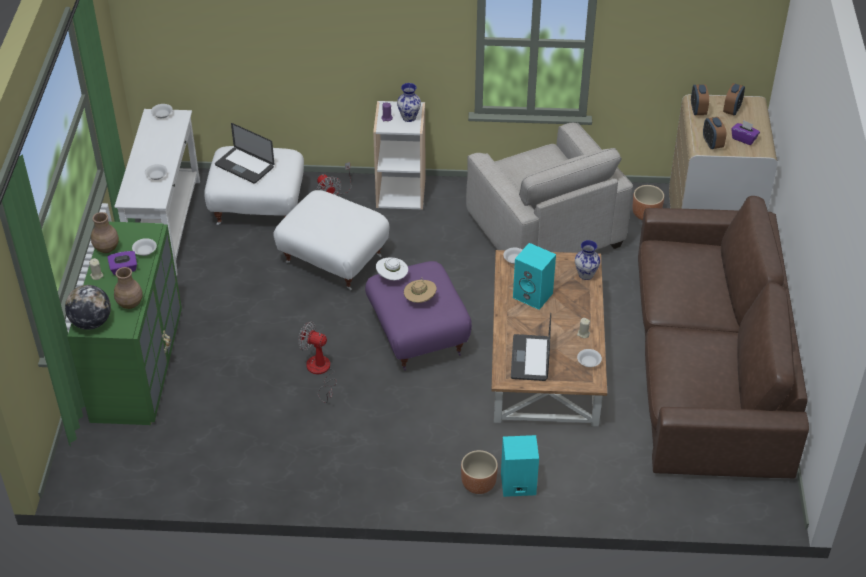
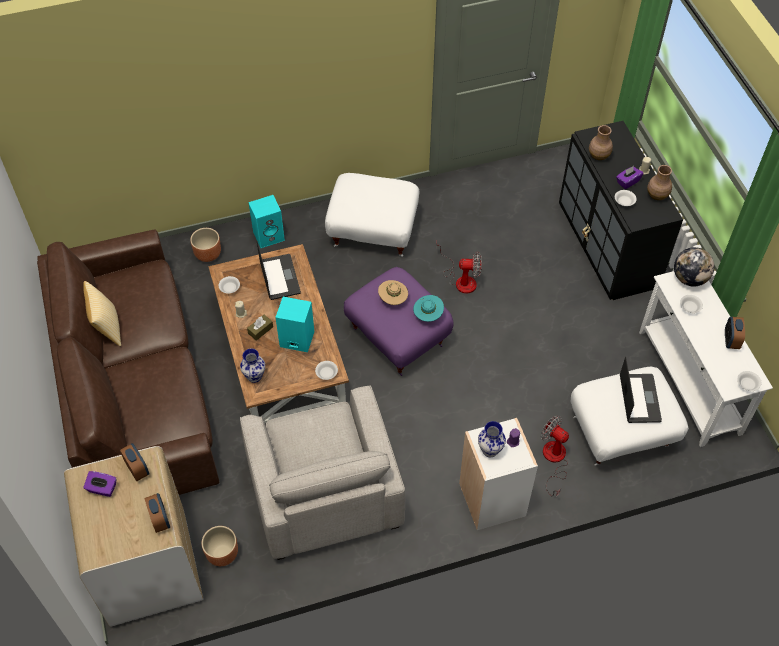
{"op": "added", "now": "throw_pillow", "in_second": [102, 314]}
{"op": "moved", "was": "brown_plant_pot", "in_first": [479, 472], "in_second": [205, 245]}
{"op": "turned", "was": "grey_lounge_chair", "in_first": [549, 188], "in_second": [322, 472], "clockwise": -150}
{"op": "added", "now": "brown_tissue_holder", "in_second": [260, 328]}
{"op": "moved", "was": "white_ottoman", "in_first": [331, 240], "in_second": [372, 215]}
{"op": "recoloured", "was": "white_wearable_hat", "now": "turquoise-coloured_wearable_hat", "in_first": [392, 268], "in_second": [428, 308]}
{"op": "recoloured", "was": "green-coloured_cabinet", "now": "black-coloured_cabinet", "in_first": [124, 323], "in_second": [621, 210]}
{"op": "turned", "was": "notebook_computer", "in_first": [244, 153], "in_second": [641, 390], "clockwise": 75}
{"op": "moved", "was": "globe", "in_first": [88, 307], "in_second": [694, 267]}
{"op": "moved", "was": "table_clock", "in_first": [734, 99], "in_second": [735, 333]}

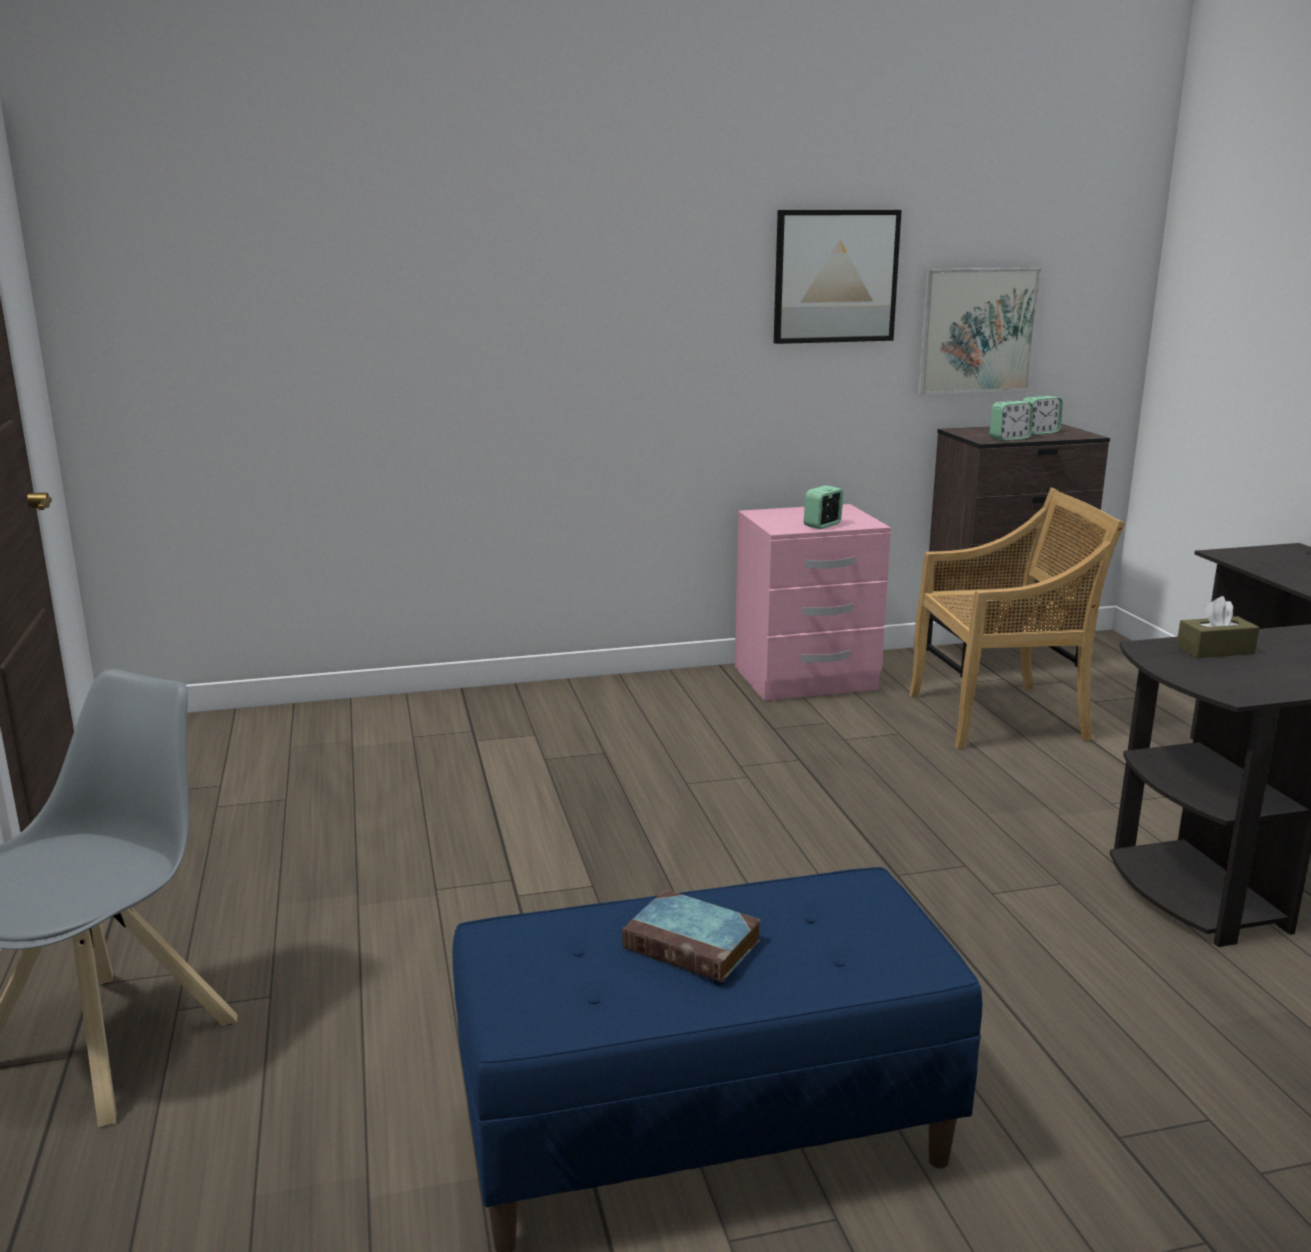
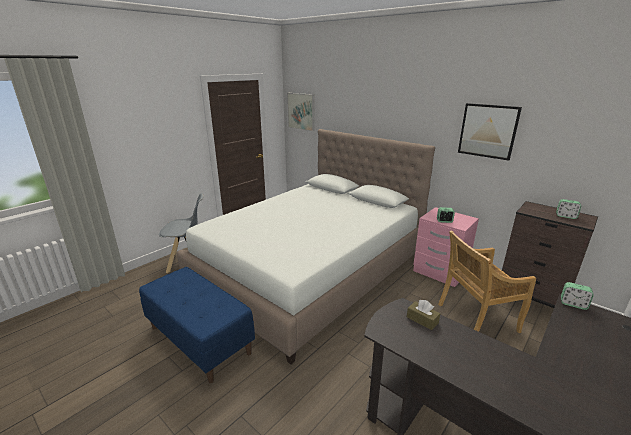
{"op": "added", "now": "white_sleeping_bed", "in_second": [306, 246]}
{"op": "moved", "was": "wall_picture", "in_first": [979, 331], "in_second": [300, 112]}
{"op": "turned", "was": "beige-coloured_plain_chair", "in_first": [1017, 618], "in_second": [487, 281], "clockwise": 120}
{"op": "moved", "was": "table_clock", "in_first": [1012, 421], "in_second": [577, 296]}
{"op": "removed", "was": "book", "in_first": [691, 935]}

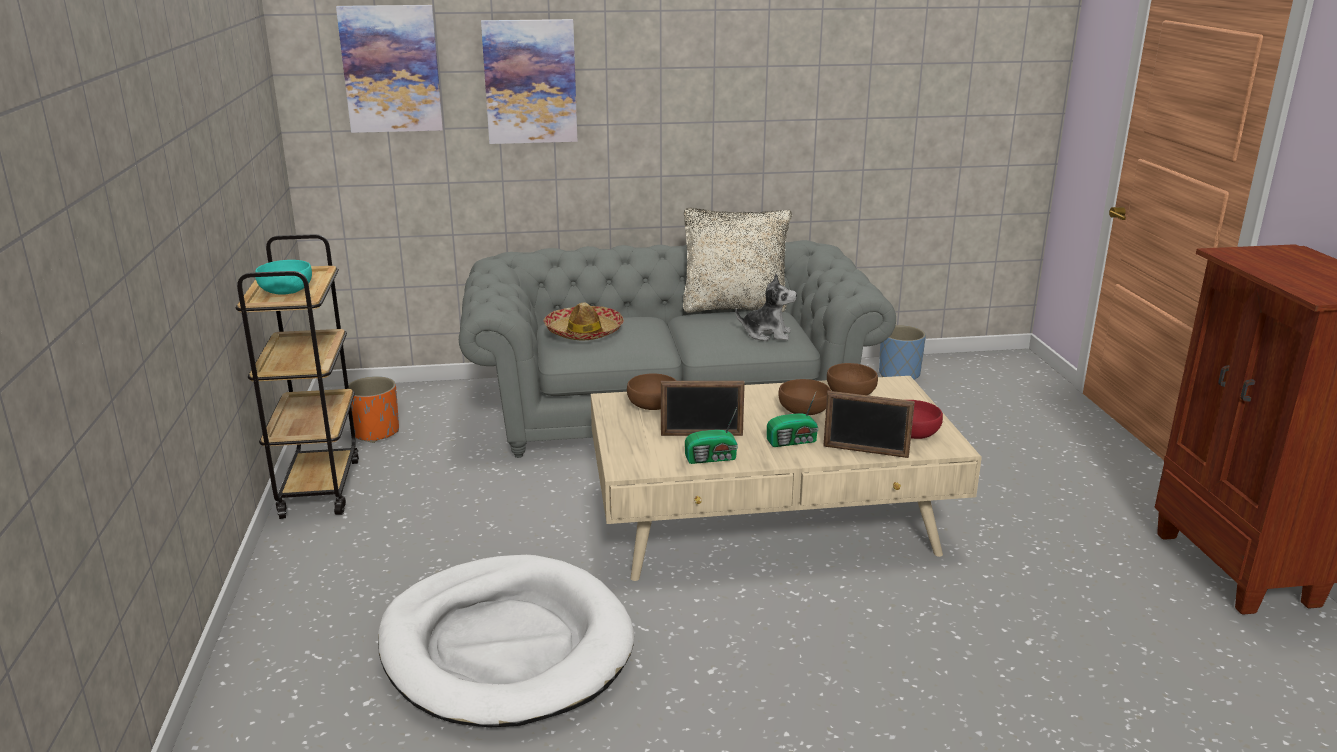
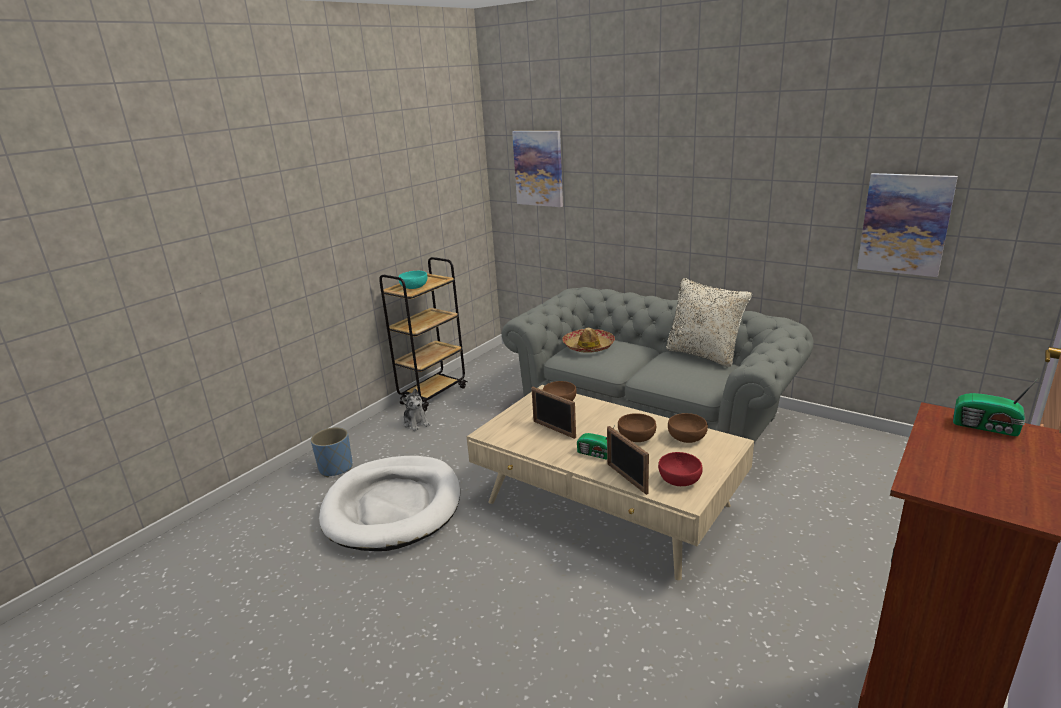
{"op": "moved", "was": "blue_plant_pot", "in_first": [902, 352], "in_second": [332, 452]}
{"op": "moved", "was": "plush_toy", "in_first": [766, 307], "in_second": [416, 410]}
{"op": "moved", "was": "wall_picture", "in_first": [529, 81], "in_second": [907, 225]}
{"op": "moved", "was": "radio", "in_first": [711, 436], "in_second": [995, 407]}
{"op": "removed", "was": "orangey_plant_pot", "in_first": [373, 409]}

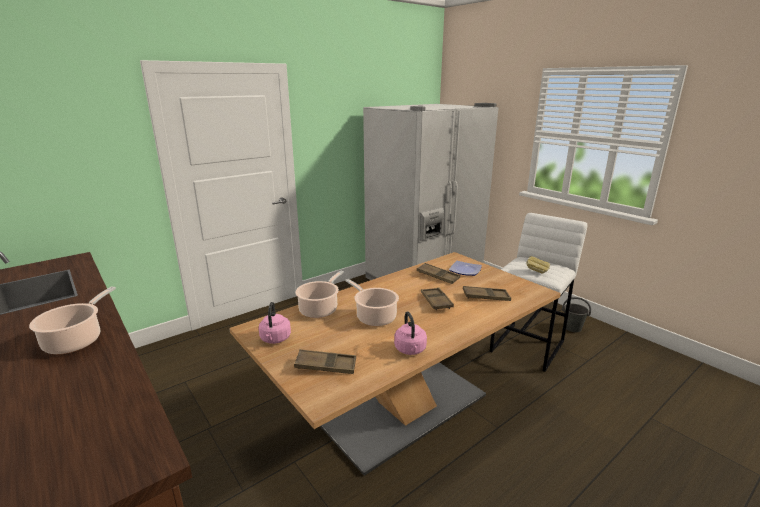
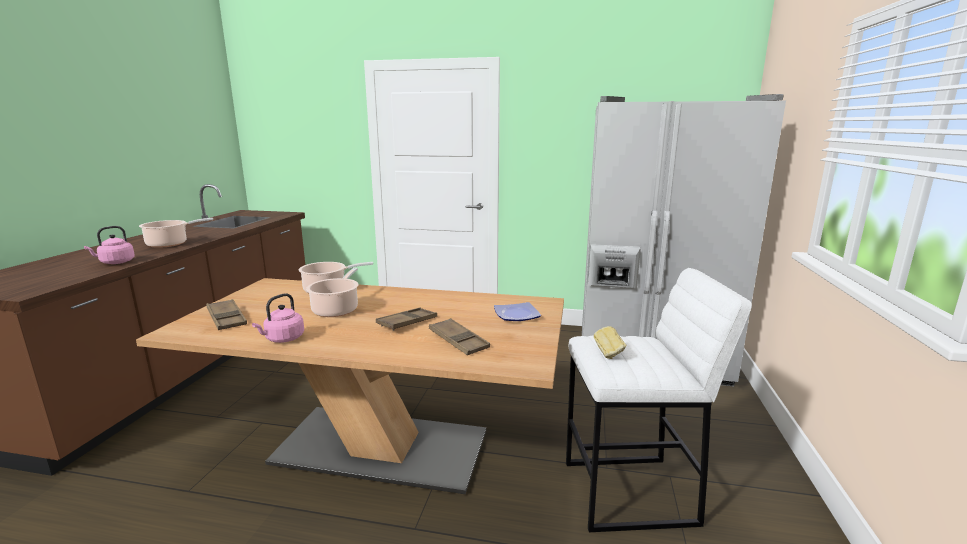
{"op": "moved", "was": "pink_water_kettle", "in_first": [275, 323], "in_second": [109, 245]}
{"op": "removed", "was": "brown_tray", "in_first": [438, 273]}
{"op": "removed", "was": "grey_water_bucket", "in_first": [576, 314]}

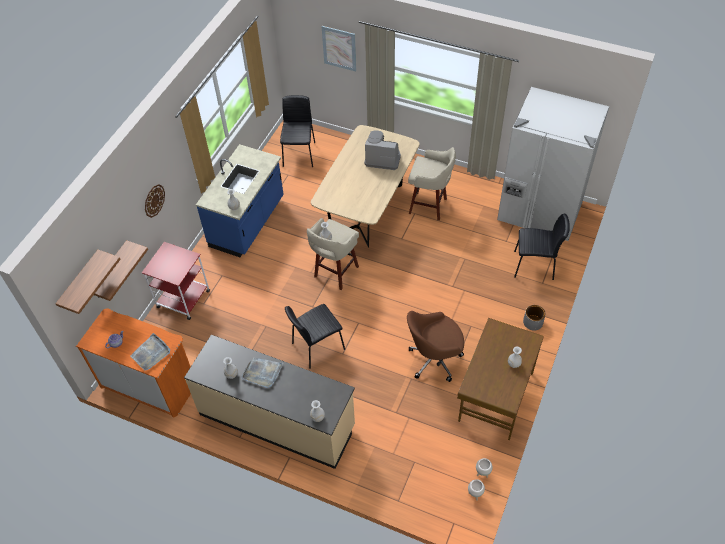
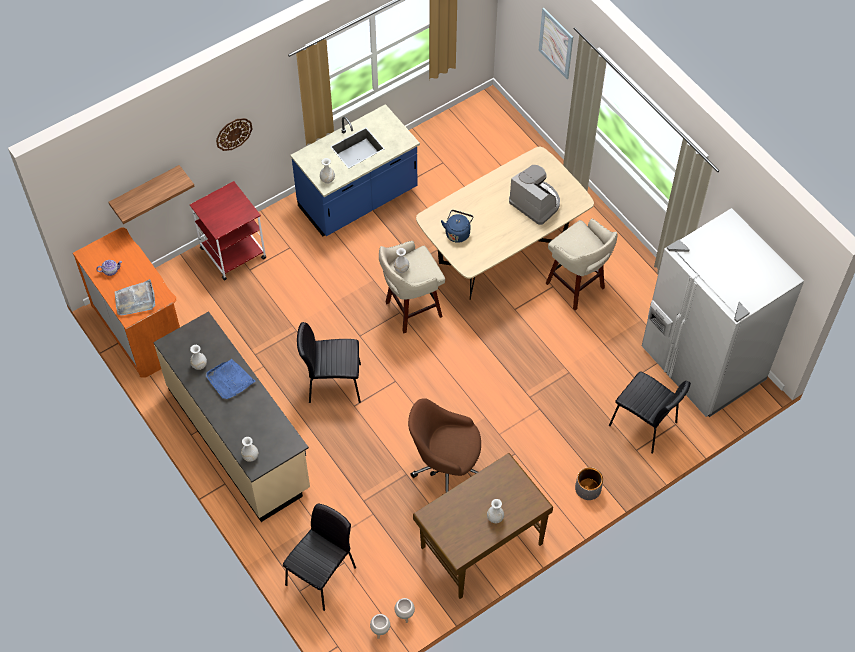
{"op": "recoloured", "was": "grey_tray", "now": "blue_tray", "in_first": [262, 372], "in_second": [231, 379]}
{"op": "moved", "was": "black-coloured_plain_chair", "in_first": [297, 131], "in_second": [319, 557]}
{"op": "added", "now": "blue_water_kettle", "in_second": [457, 226]}
{"op": "removed", "was": "shelf", "in_first": [88, 282]}

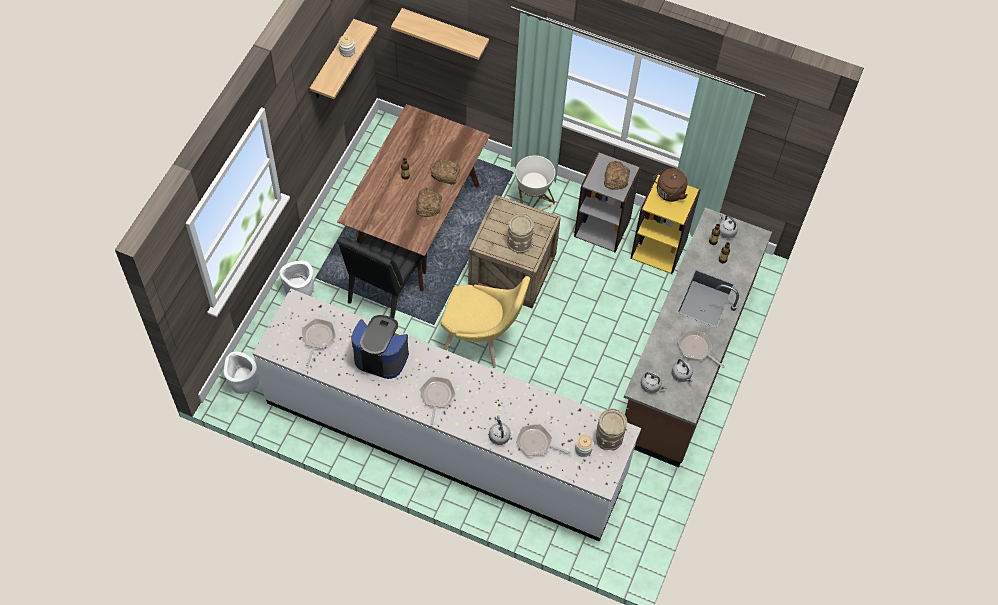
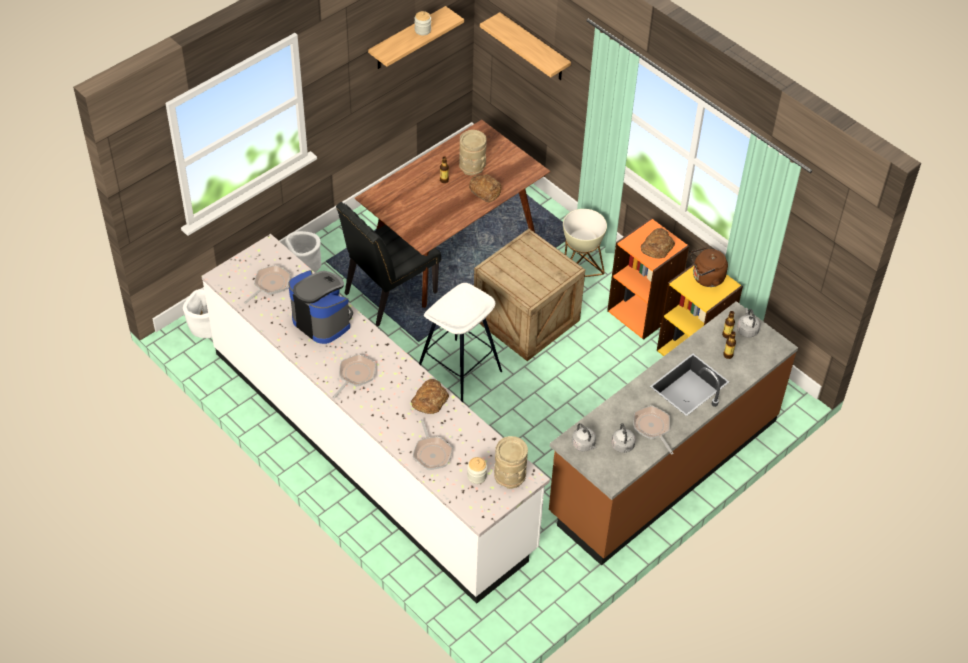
{"op": "moved", "was": "baked_bread", "in_first": [429, 202], "in_second": [430, 396]}
{"op": "turned", "was": "frying_pan", "in_first": [543, 440], "in_second": [433, 444], "clockwise": -150}
{"op": "replaced", "was": "yellowish_plain_chair", "now": "white_sitting_stool", "in_first": [485, 322], "in_second": [460, 342]}
{"op": "moved", "was": "beige-coloured_decorative_vase", "in_first": [520, 233], "in_second": [473, 153]}
{"op": "recoloured", "was": "grey_shelving_unit", "now": "orangey_shelving_unit", "in_first": [607, 202], "in_second": [648, 279]}
{"op": "removed", "was": "grey_water_kettle", "in_first": [499, 430]}

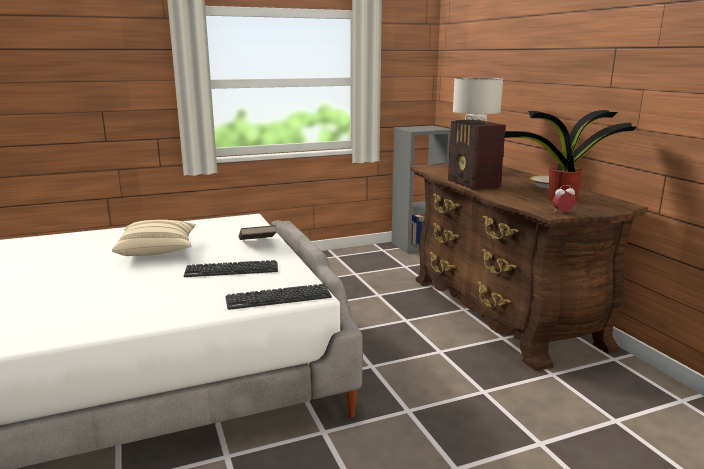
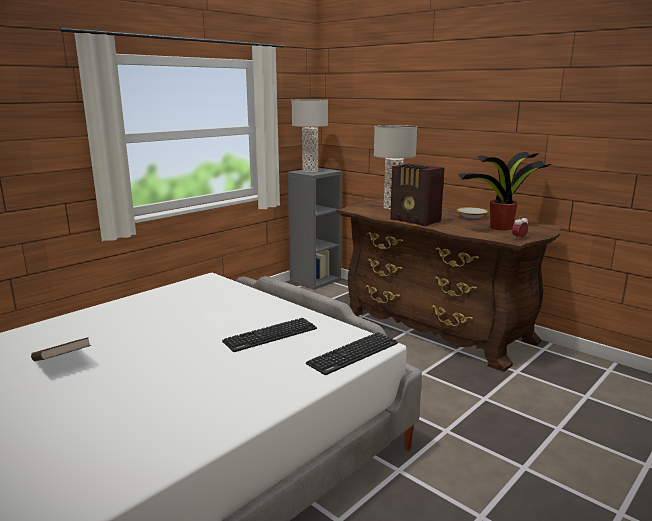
{"op": "moved", "was": "brown_book", "in_first": [257, 232], "in_second": [61, 349]}
{"op": "added", "now": "white_lamp_for_a_table", "in_second": [310, 136]}
{"op": "removed", "was": "beige-coloured_throw_pillow", "in_first": [154, 238]}

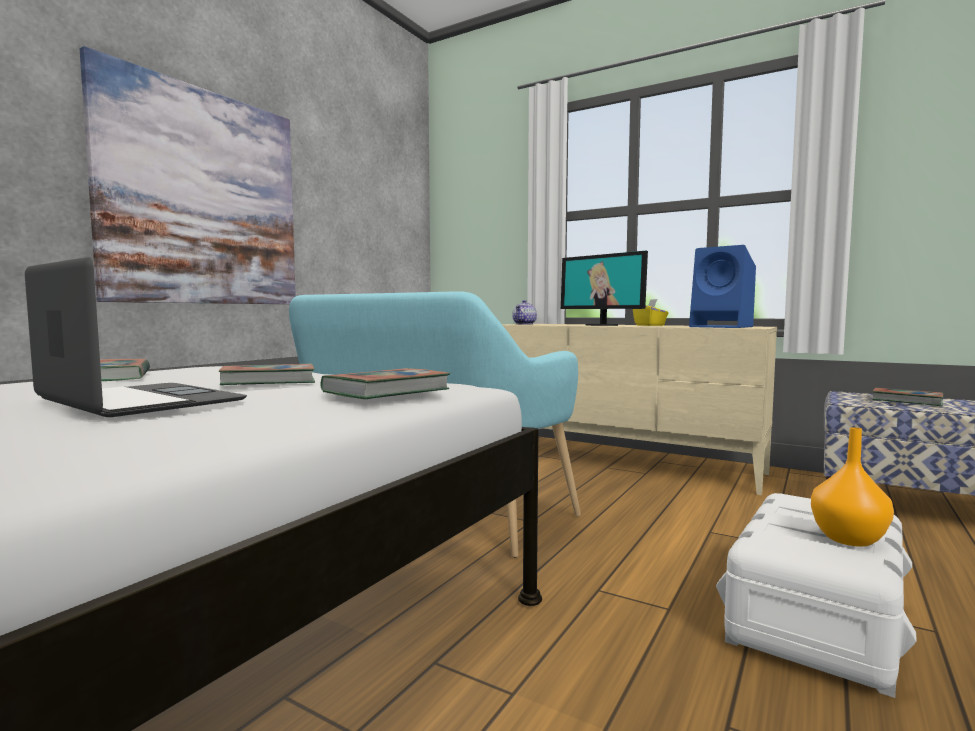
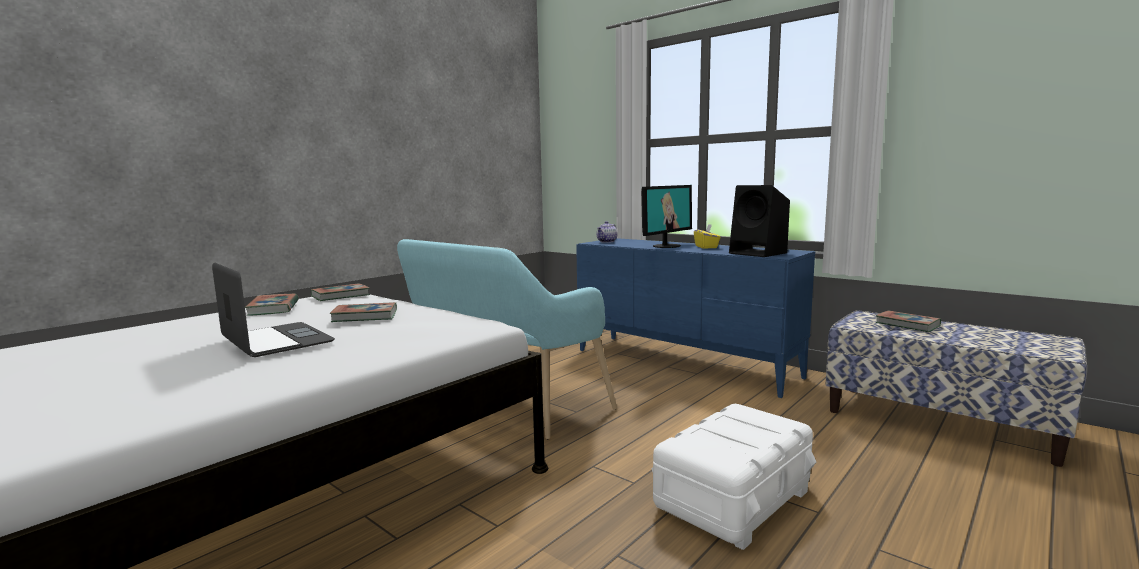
{"op": "moved", "was": "book", "in_first": [385, 383], "in_second": [340, 292]}
{"op": "recoloured", "was": "beige-coloured_chest_of_drawers", "now": "blue_chest_of_drawers", "in_first": [640, 409], "in_second": [695, 318]}
{"op": "turned", "was": "computer_screen", "in_first": [604, 288], "in_second": [666, 216], "clockwise": -105}
{"op": "recoloured", "was": "blue_loudspeaker", "now": "black-coloured_loudspeaker", "in_first": [722, 286], "in_second": [759, 221]}
{"op": "removed", "was": "wall_picture", "in_first": [188, 175]}
{"op": "removed", "was": "orangey_decorative_vase", "in_first": [852, 487]}

